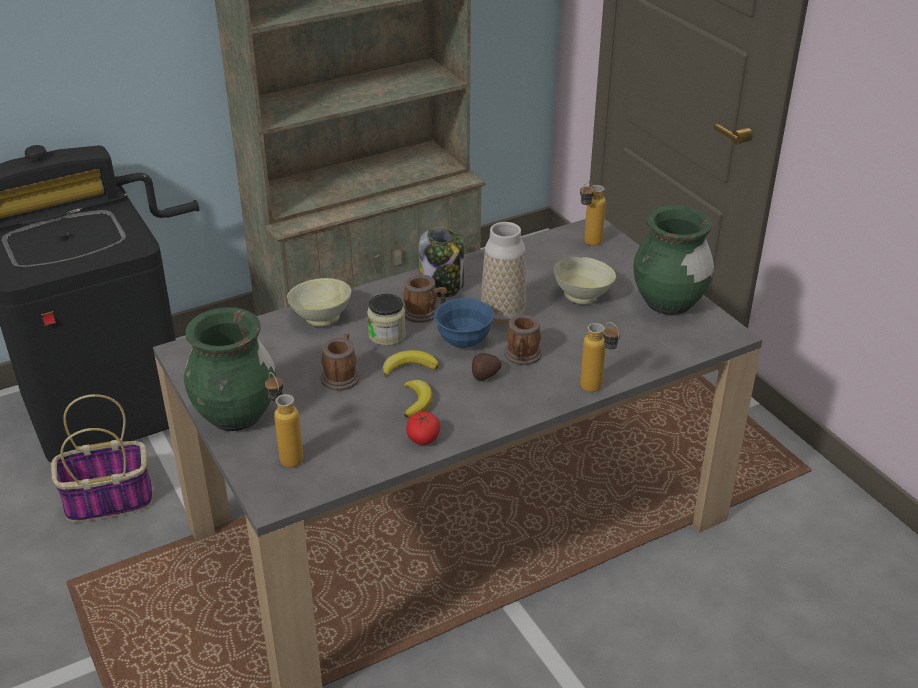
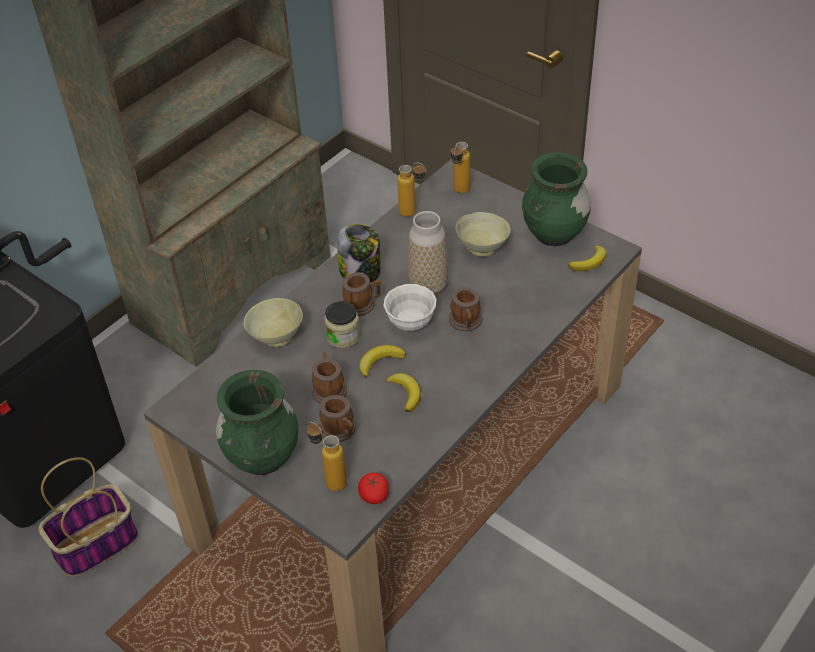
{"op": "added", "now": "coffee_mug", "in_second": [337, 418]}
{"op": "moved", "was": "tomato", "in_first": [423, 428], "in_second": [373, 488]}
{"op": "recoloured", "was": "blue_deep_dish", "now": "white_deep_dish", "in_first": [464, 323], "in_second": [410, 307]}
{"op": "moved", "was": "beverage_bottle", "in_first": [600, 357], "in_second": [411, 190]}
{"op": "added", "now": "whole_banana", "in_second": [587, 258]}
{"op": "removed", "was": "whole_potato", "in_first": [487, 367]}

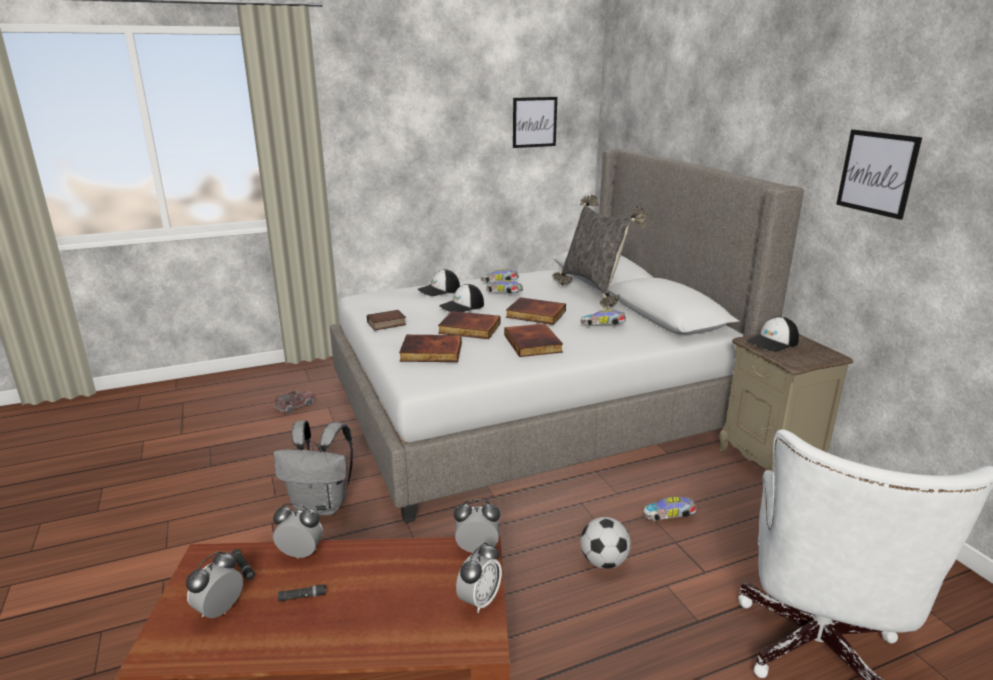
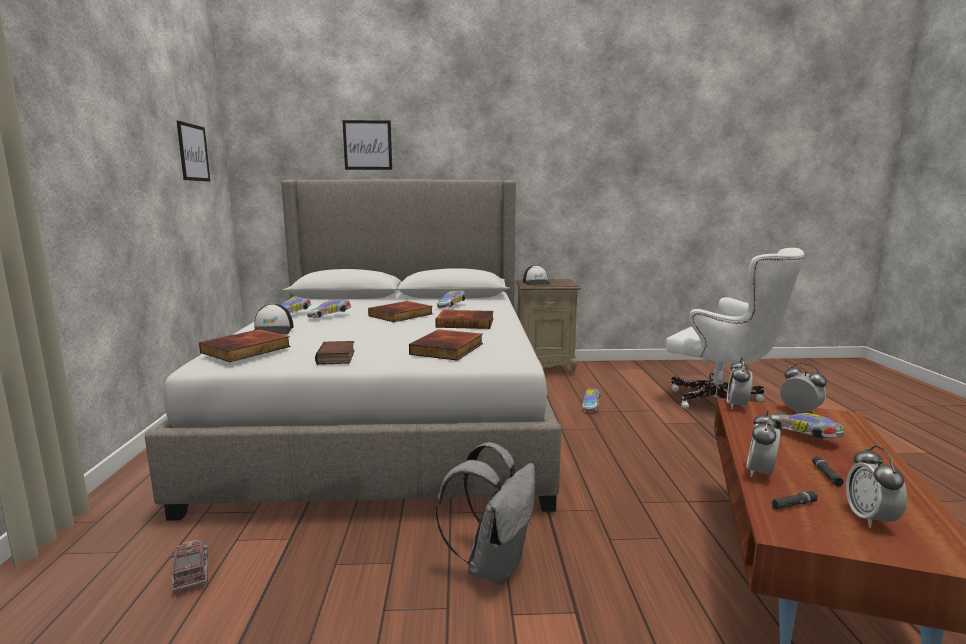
{"op": "moved", "was": "book", "in_first": [469, 325], "in_second": [245, 345]}
{"op": "moved", "was": "wall_picture", "in_first": [879, 175], "in_second": [367, 145]}
{"op": "added", "now": "model_car", "in_second": [807, 426]}
{"op": "turned", "was": "table_clock", "in_first": [214, 584], "in_second": [876, 486], "clockwise": 45}
{"op": "removed", "was": "peaked_cap", "in_first": [461, 298]}
{"op": "removed", "was": "throw_pillow", "in_first": [599, 251]}
{"op": "removed", "was": "football", "in_first": [605, 543]}

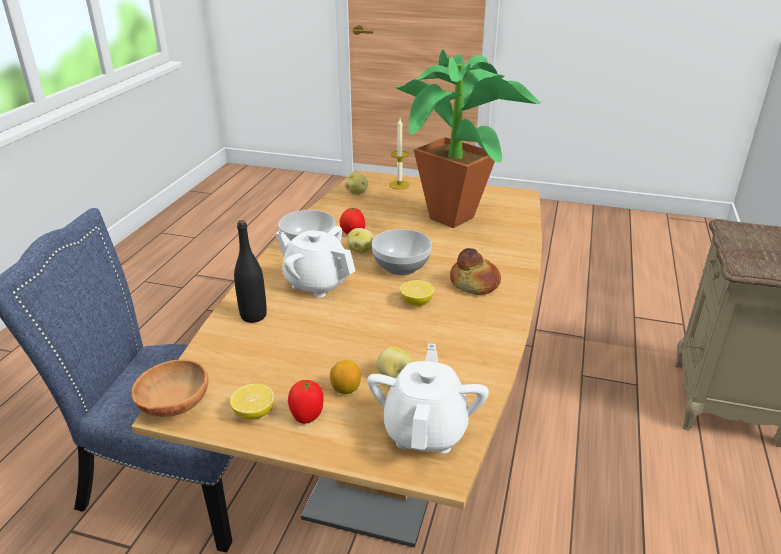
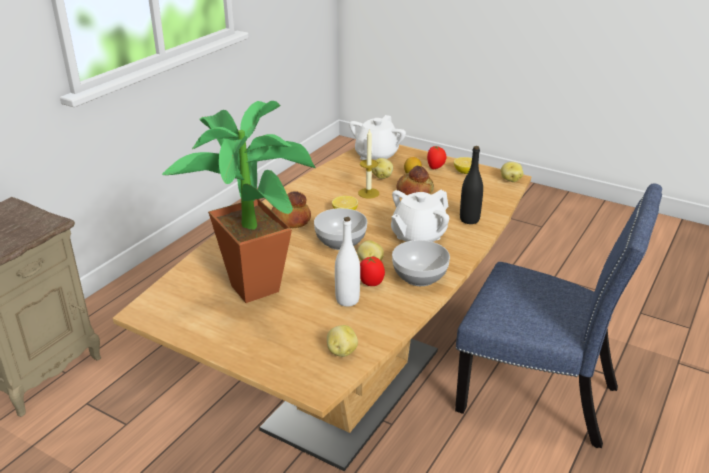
{"op": "added", "now": "white_beverage_bottle", "in_second": [347, 262]}
{"op": "moved", "was": "wax_light", "in_first": [399, 154], "in_second": [368, 163]}
{"op": "turned", "was": "white_pot_for_tea", "in_first": [315, 262], "in_second": [420, 216], "clockwise": 90}
{"op": "added", "now": "baked_bread", "in_second": [415, 180]}
{"op": "replaced", "was": "brown_deep_dish", "now": "whole_potato", "in_first": [170, 388], "in_second": [512, 172]}

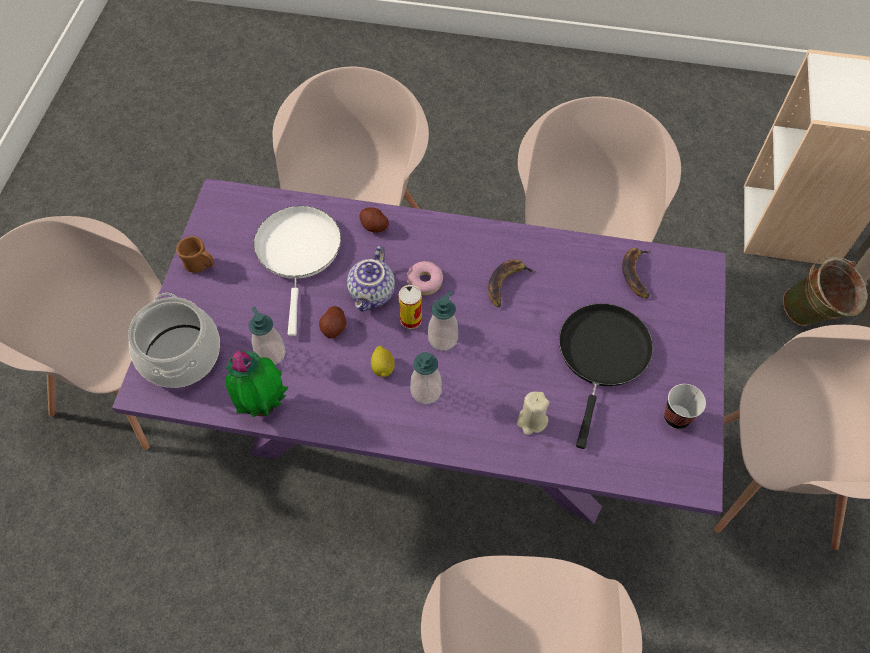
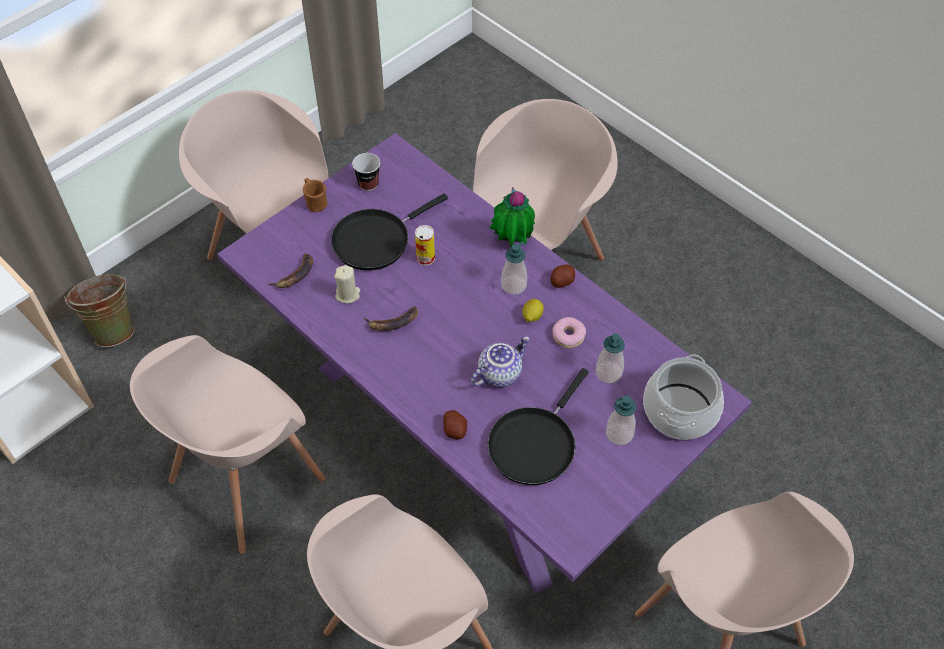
{"op": "moved", "was": "brown_coffee_mug", "in_first": [195, 254], "in_second": [315, 195]}
{"op": "moved", "was": "beige-coloured_wax_light", "in_first": [533, 413], "in_second": [347, 284]}
{"op": "moved", "was": "metal_can", "in_first": [410, 307], "in_second": [425, 245]}
{"op": "recoloured", "was": "white_frying_pan", "now": "black-coloured_frying_pan", "in_first": [297, 271], "in_second": [538, 426]}
{"op": "moved", "was": "houseplant", "in_first": [257, 383], "in_second": [512, 217]}
{"op": "moved", "was": "whole_potato", "in_first": [333, 322], "in_second": [562, 276]}
{"op": "moved", "was": "doughnut", "in_first": [425, 278], "in_second": [569, 332]}
{"op": "moved", "was": "soap_bottle", "in_first": [443, 321], "in_second": [621, 420]}

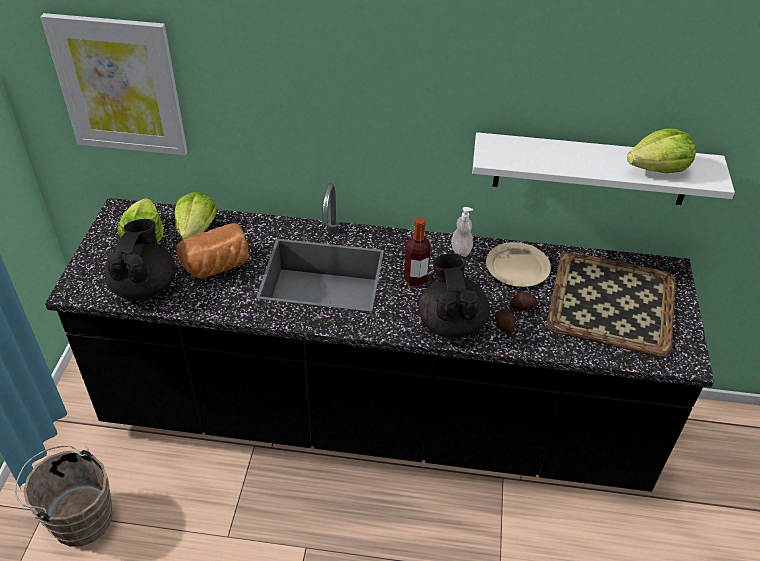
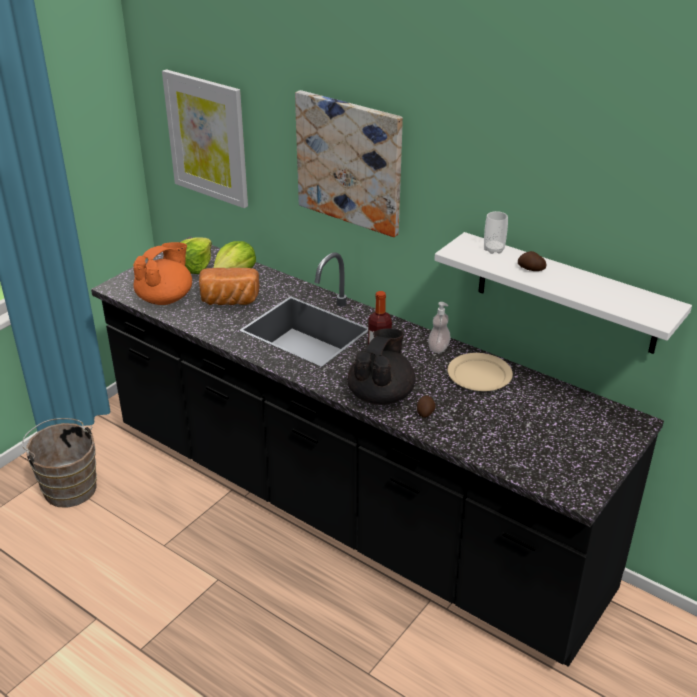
{"op": "recoloured", "was": "black-coloured_pot_for_tea", "now": "orangey_pot_for_tea", "in_first": [140, 259], "in_second": [162, 273]}
{"op": "added", "now": "wall_picture", "in_second": [349, 163]}
{"op": "added", "now": "small_cup", "in_second": [496, 232]}
{"op": "moved", "was": "whole_potato", "in_first": [523, 301], "in_second": [532, 261]}
{"op": "removed", "was": "tray", "in_first": [611, 304]}
{"op": "removed", "was": "lettuce", "in_first": [661, 150]}

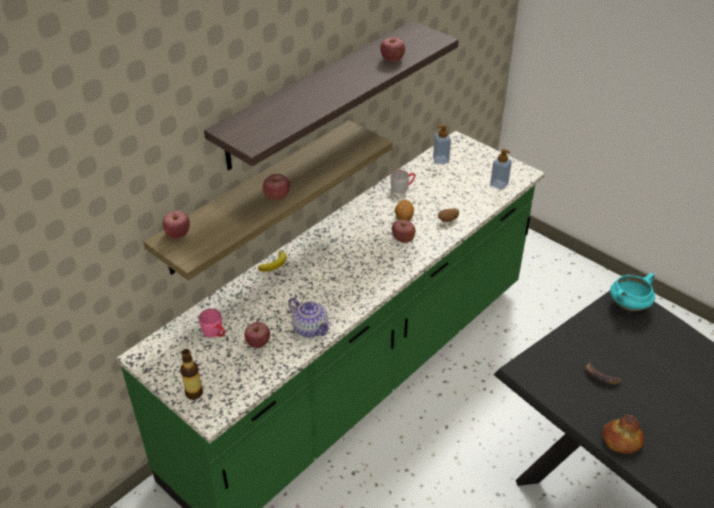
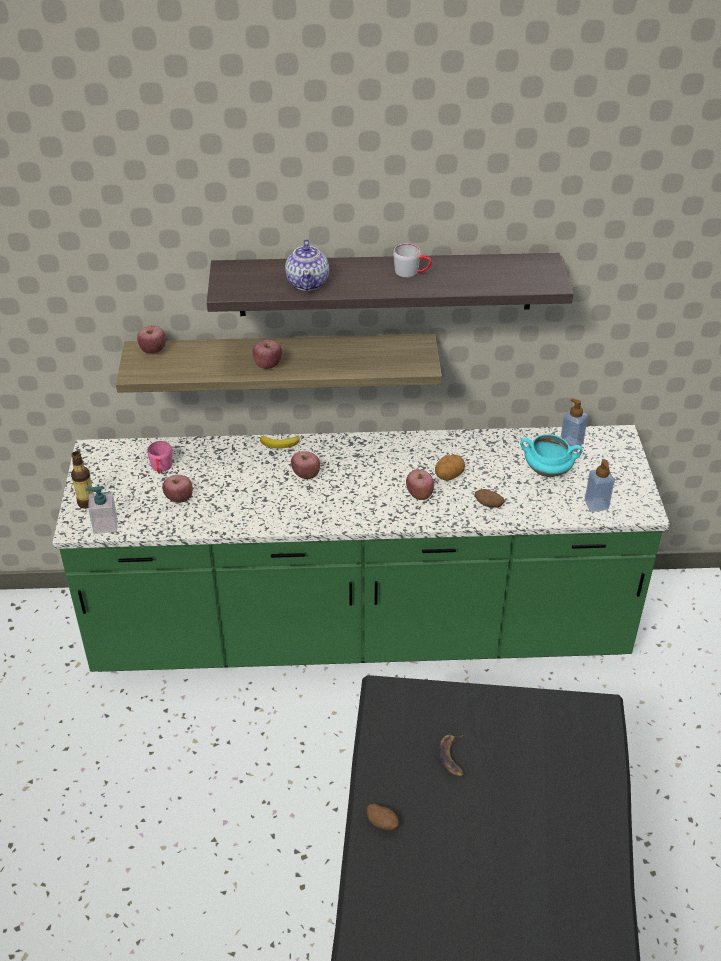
{"op": "added", "now": "soap_bottle", "in_second": [101, 510]}
{"op": "moved", "was": "pot_for_tea", "in_first": [310, 317], "in_second": [307, 265]}
{"op": "moved", "was": "apple_fruit", "in_first": [392, 49], "in_second": [305, 465]}
{"op": "replaced", "was": "baked_bread", "now": "whole_potato", "in_first": [623, 434], "in_second": [383, 817]}
{"op": "moved", "was": "grey_coffee_mug", "in_first": [403, 182], "in_second": [412, 261]}
{"op": "moved", "was": "turquoise-coloured_saucepot", "in_first": [632, 292], "in_second": [551, 455]}

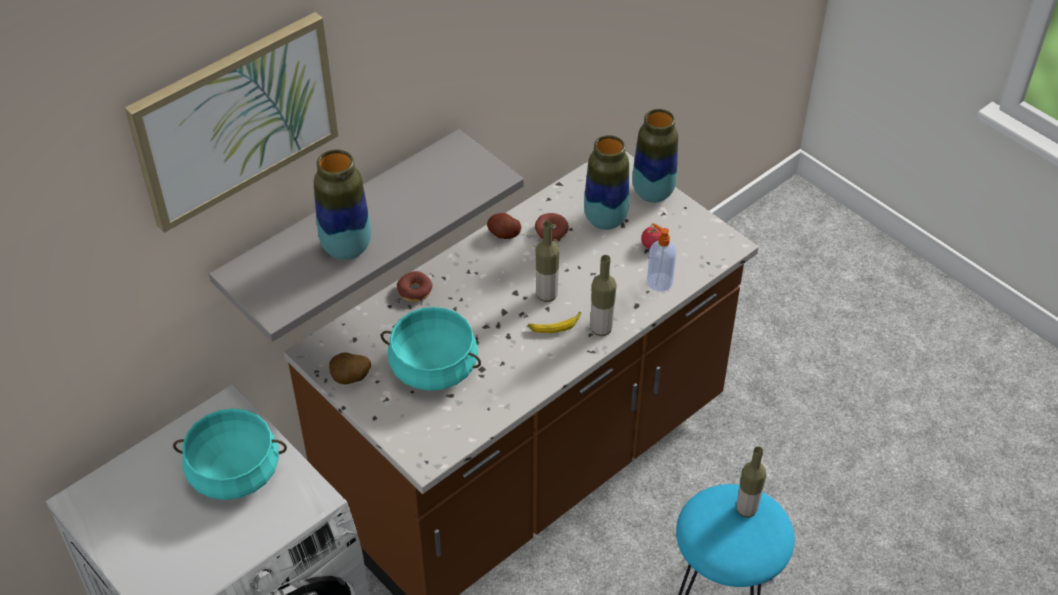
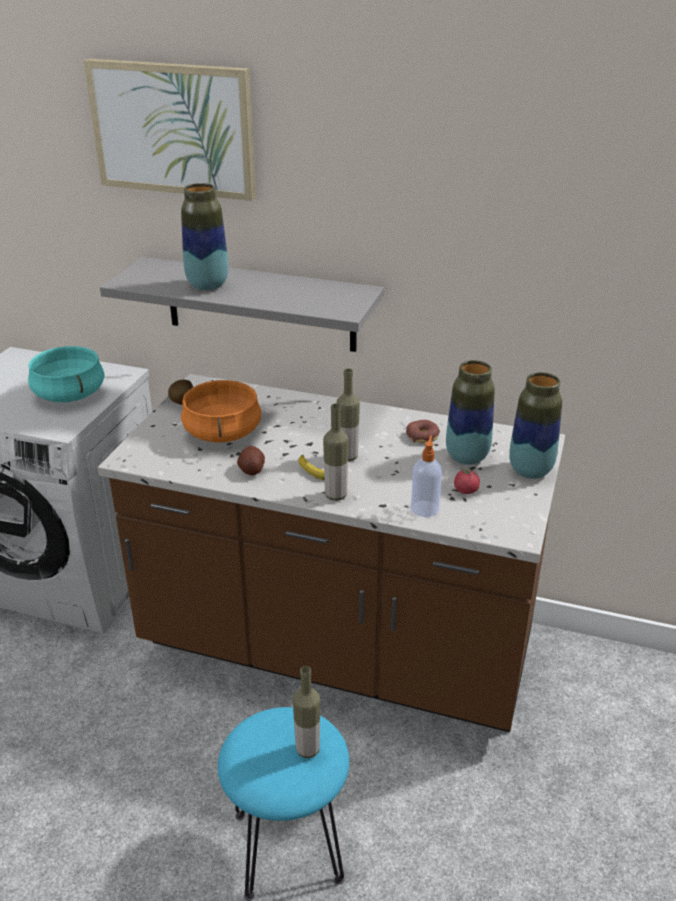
{"op": "recoloured", "was": "turquoise-coloured_saucepot", "now": "orangey_saucepot", "in_first": [431, 349], "in_second": [221, 411]}
{"op": "moved", "was": "whole_potato", "in_first": [504, 226], "in_second": [251, 460]}
{"op": "removed", "was": "doughnut", "in_first": [415, 286]}

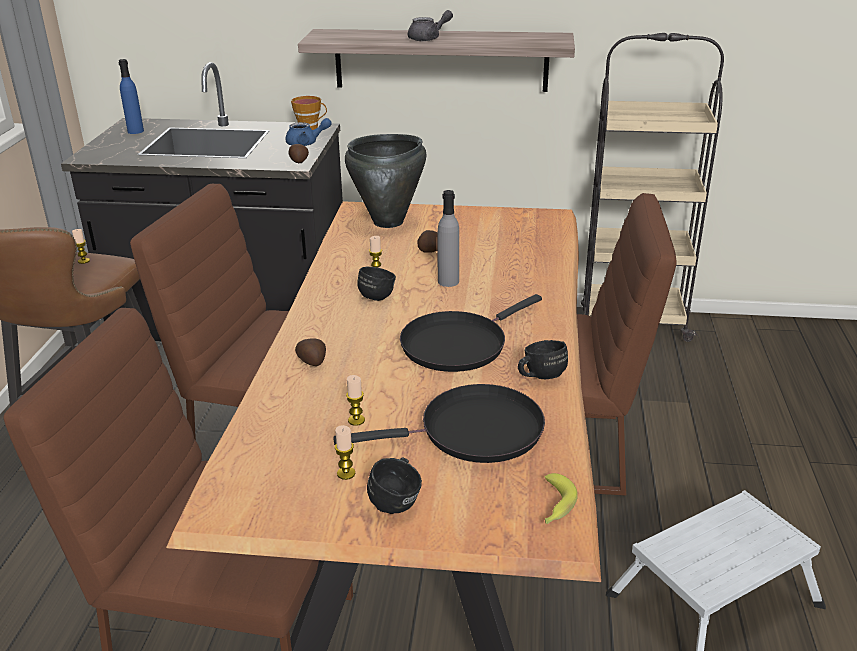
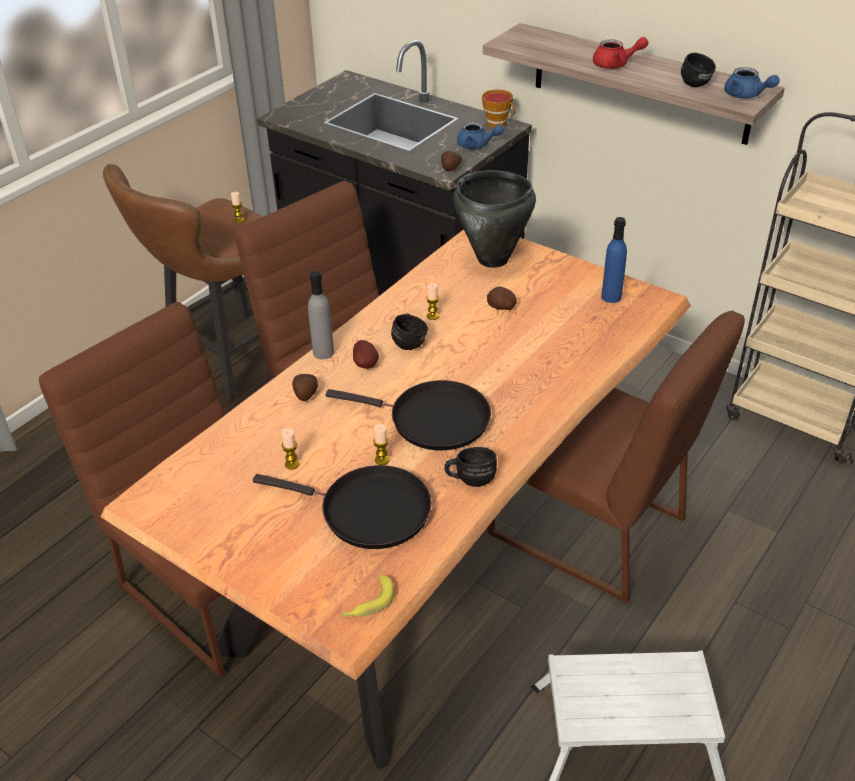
{"op": "moved", "was": "grey_beverage_bottle", "in_first": [448, 238], "in_second": [321, 315]}
{"op": "turned", "was": "black-coloured_frying_pan", "in_first": [471, 333], "in_second": [408, 415], "clockwise": -150}
{"op": "added", "now": "whole_potato", "in_second": [366, 354]}
{"op": "moved", "was": "wax_light", "in_first": [345, 452], "in_second": [381, 444]}
{"op": "recoloured", "was": "grey_pot_for_tea", "now": "reddish_pot_for_tea", "in_first": [430, 25], "in_second": [621, 53]}
{"op": "moved", "was": "blue_beverage_bottle", "in_first": [131, 96], "in_second": [614, 260]}
{"op": "moved", "was": "black-coloured_coffee_mug", "in_first": [394, 486], "in_second": [698, 70]}
{"op": "added", "now": "blue_pot_for_tea", "in_second": [752, 82]}

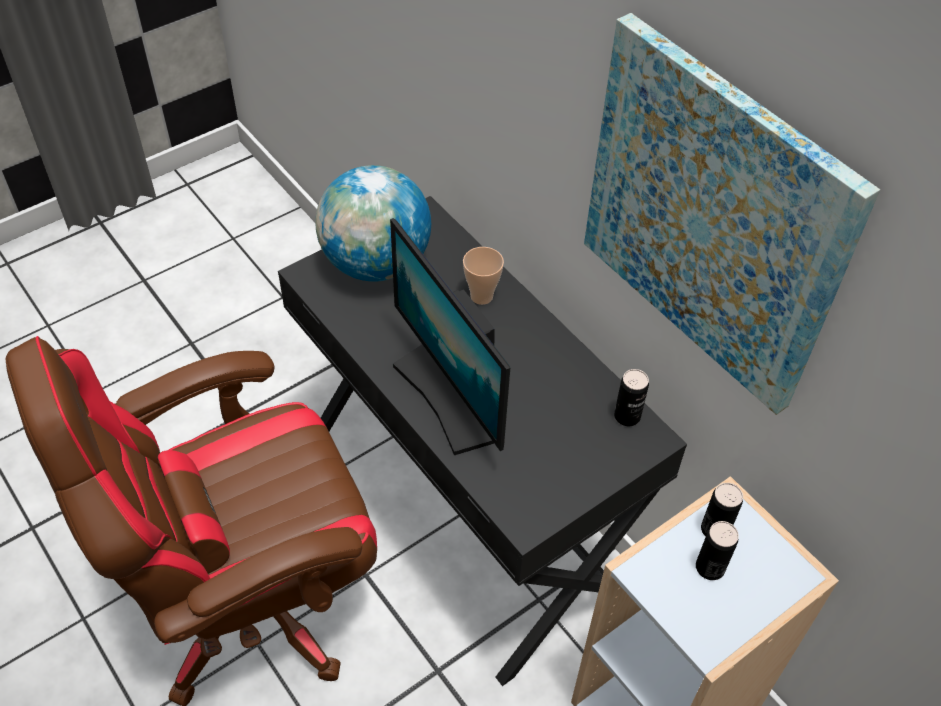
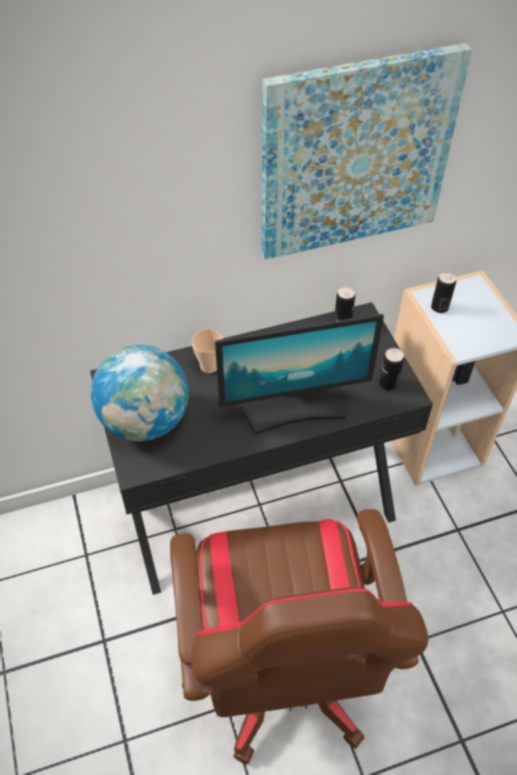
{"op": "moved", "was": "metal_can", "in_first": [717, 550], "in_second": [391, 369]}

